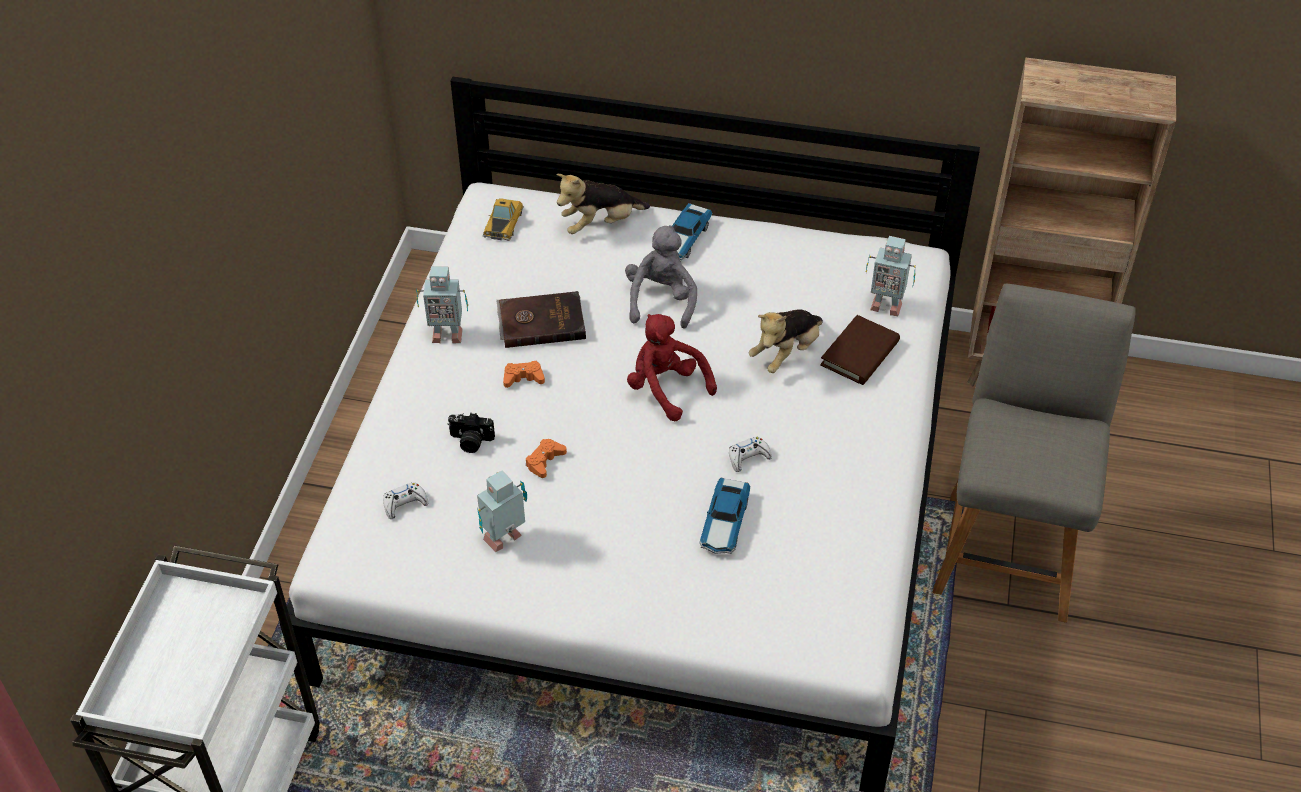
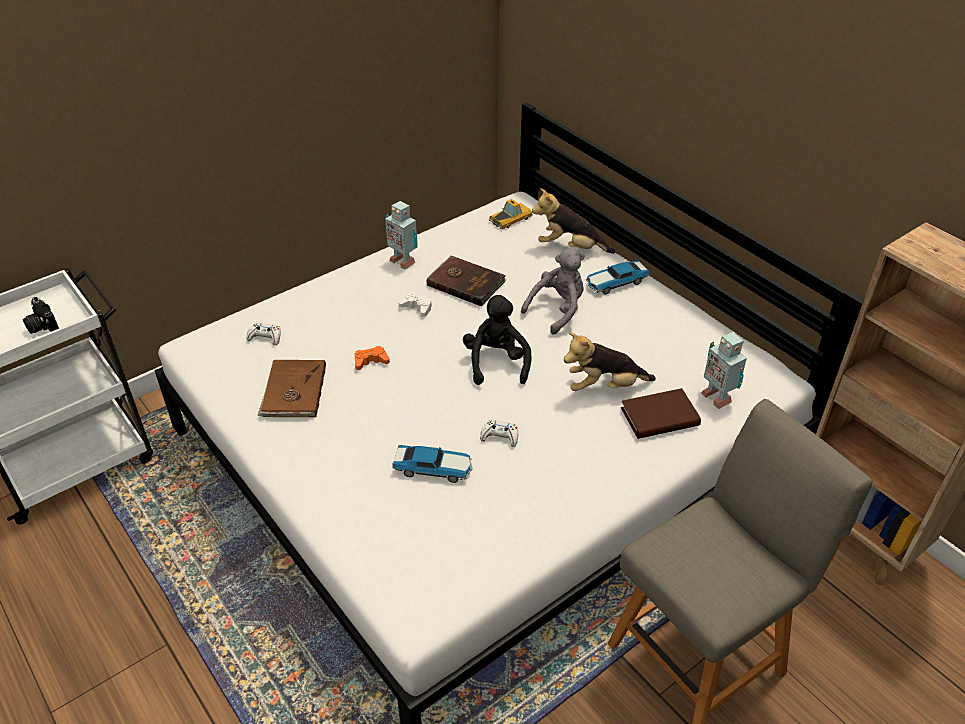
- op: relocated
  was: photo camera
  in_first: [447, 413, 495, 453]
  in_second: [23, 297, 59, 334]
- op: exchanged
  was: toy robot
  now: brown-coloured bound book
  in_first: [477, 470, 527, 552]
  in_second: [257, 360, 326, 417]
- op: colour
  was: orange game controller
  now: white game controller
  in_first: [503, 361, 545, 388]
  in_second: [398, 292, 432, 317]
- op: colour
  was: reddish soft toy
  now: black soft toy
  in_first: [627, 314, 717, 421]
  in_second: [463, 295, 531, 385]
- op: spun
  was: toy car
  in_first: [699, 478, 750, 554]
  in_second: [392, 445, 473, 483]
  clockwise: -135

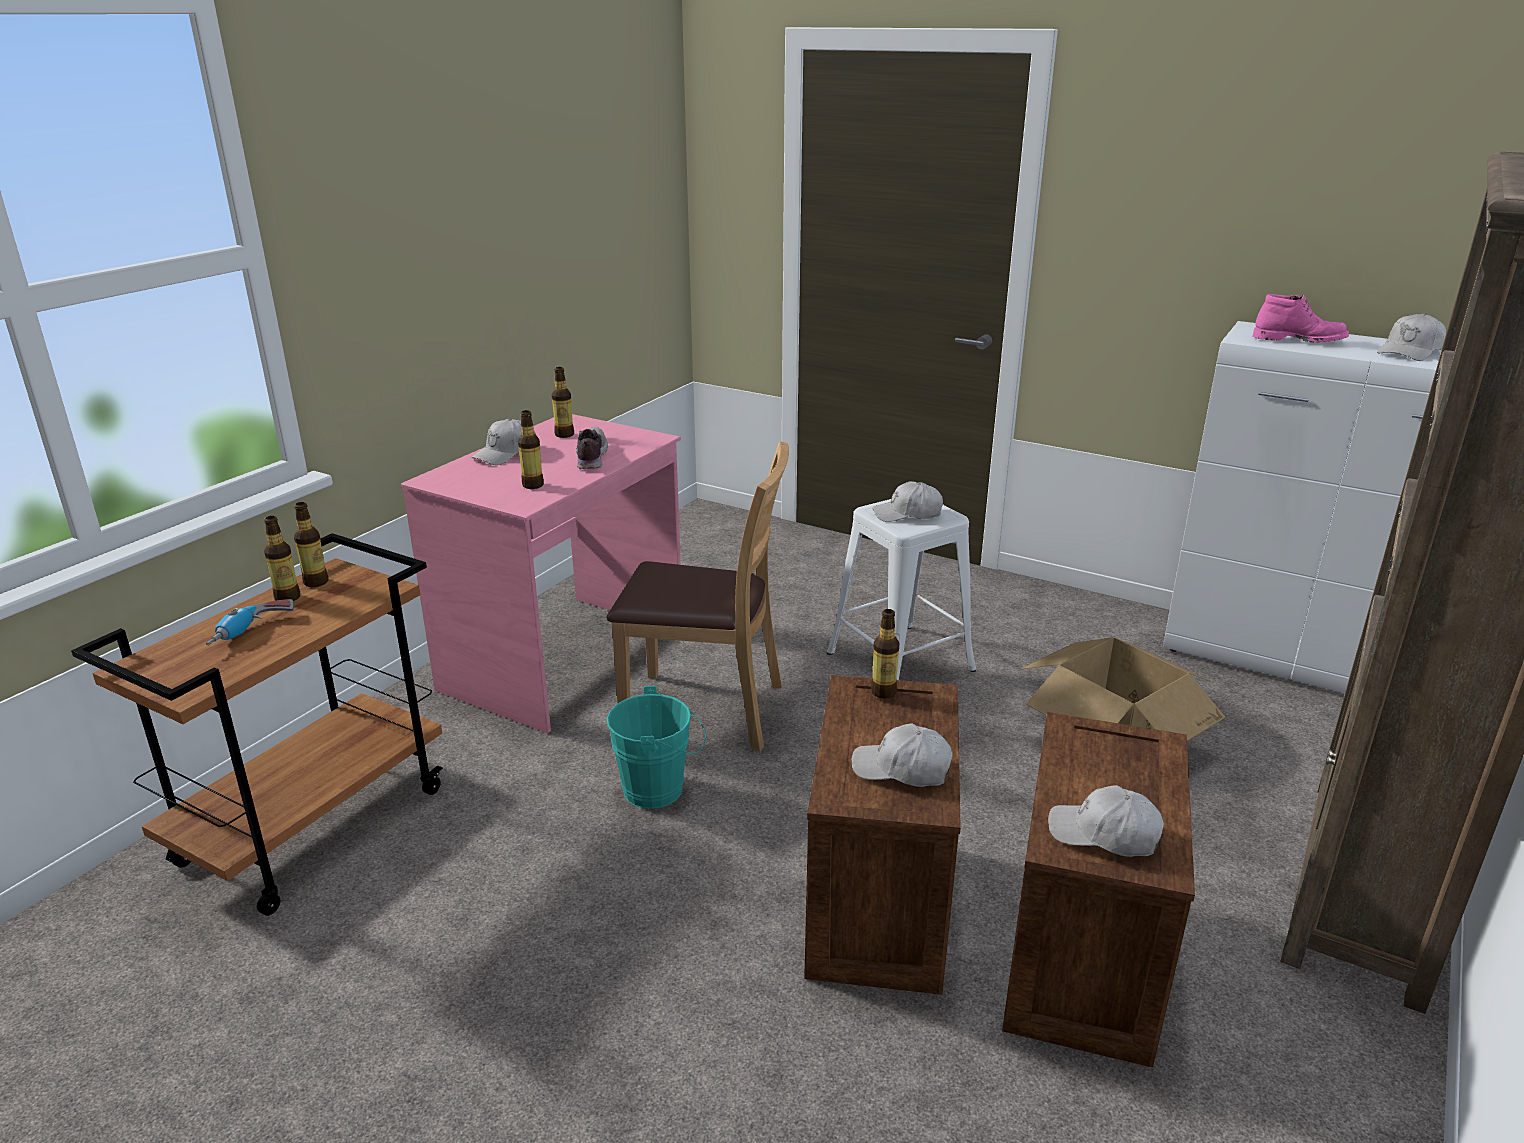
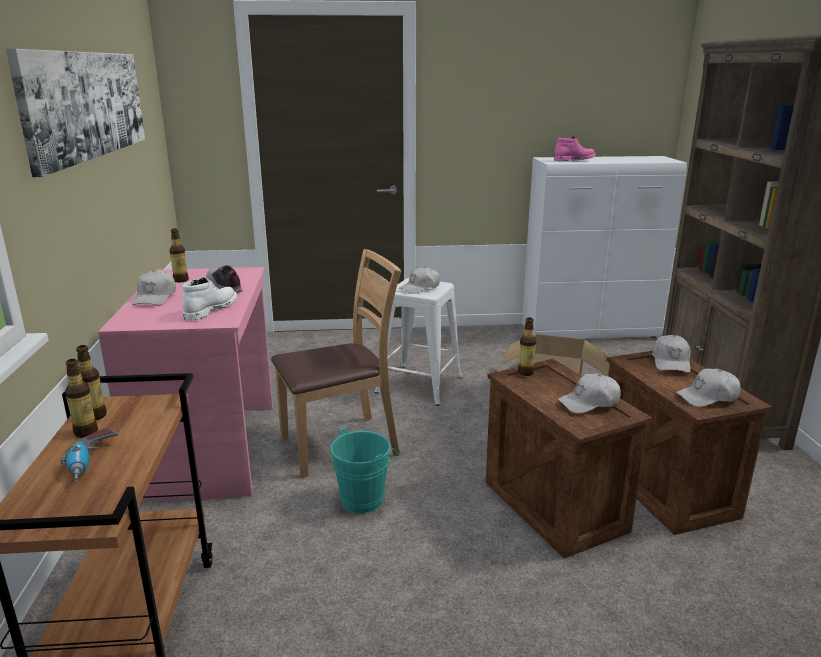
- op: exchanged
  was: beverage bottle
  now: white boot
  in_first: [518, 410, 544, 489]
  in_second: [182, 277, 237, 321]
- op: relocated
  was: white peaked cap
  in_first: [1377, 313, 1446, 361]
  in_second: [652, 335, 691, 373]
- op: appeared
  now: picture
  in_second: [5, 49, 145, 177]

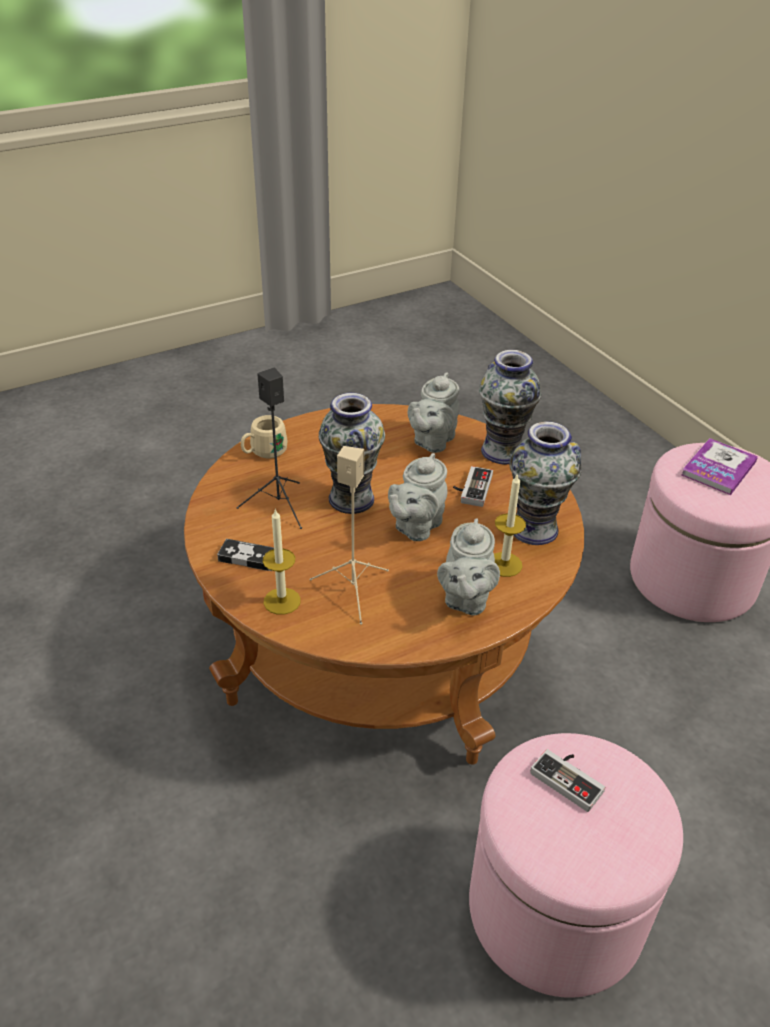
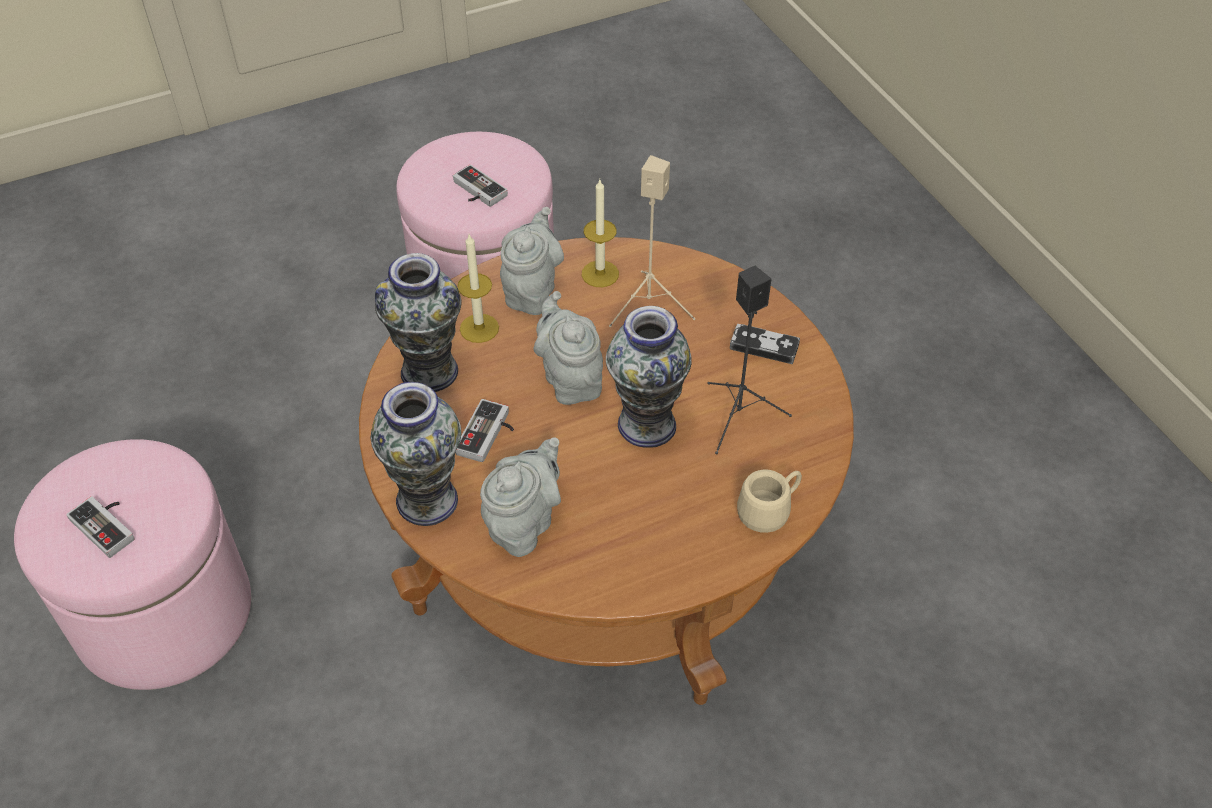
- op: relocated
  was: candle
  in_first: [263, 508, 301, 615]
  in_second: [581, 180, 619, 287]
- op: spun
  was: greyish tea pot
  in_first: [388, 453, 447, 541]
  in_second: [533, 291, 603, 405]
  clockwise: -60
- op: exchanged
  was: bound book
  now: game controller
  in_first: [681, 438, 758, 495]
  in_second: [66, 496, 134, 558]

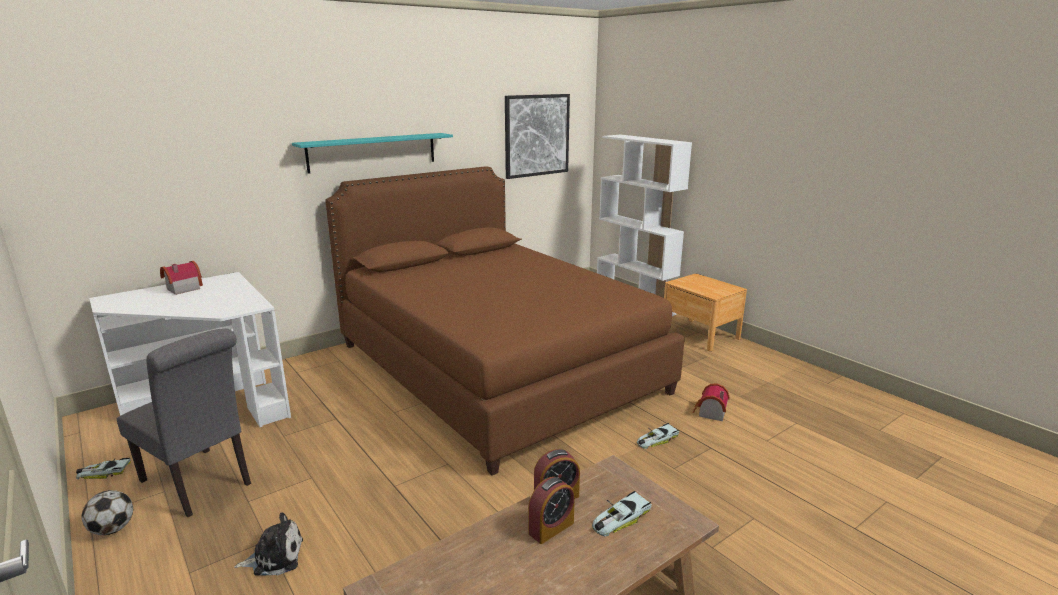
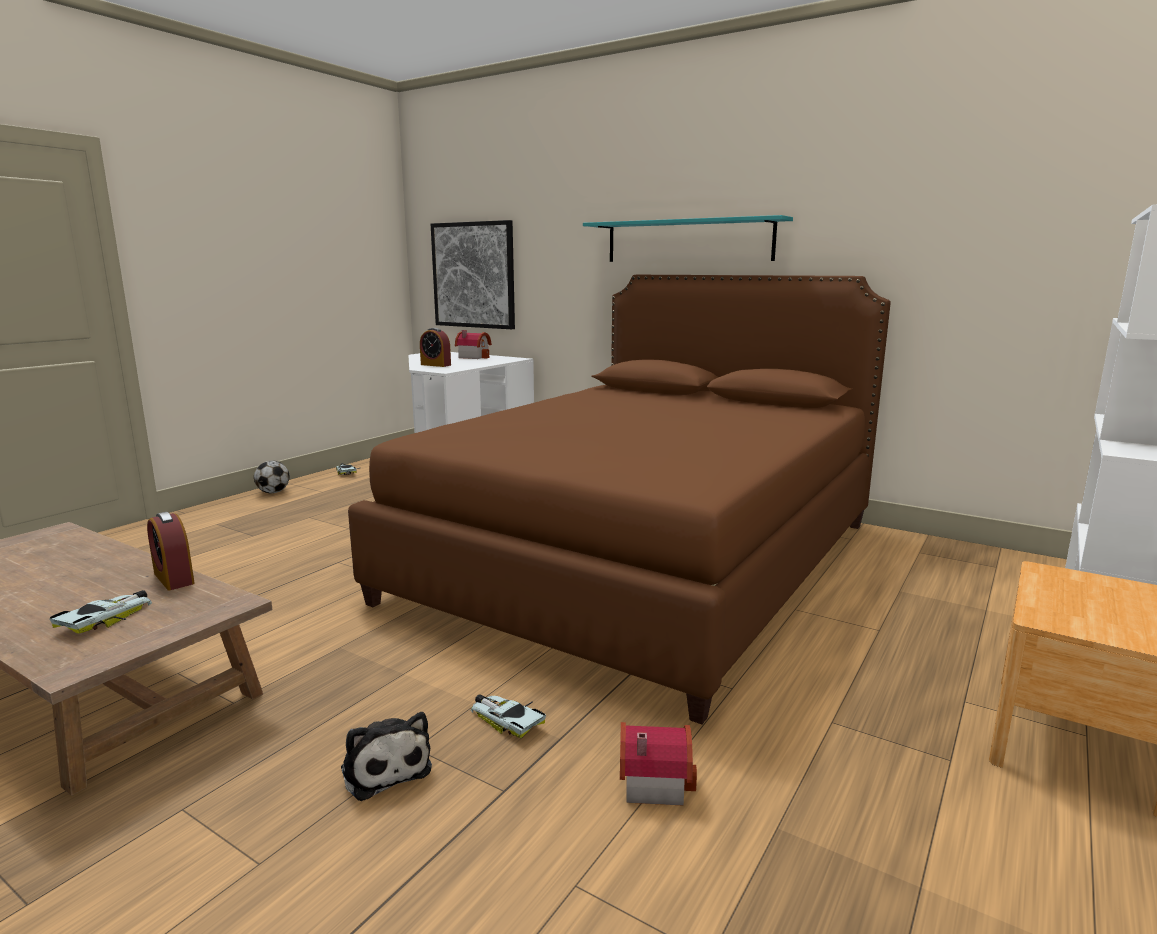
- op: missing
  was: greyish plain chair
  in_first: [117, 328, 251, 517]
- op: relocated
  was: soft toy
  in_first: [234, 512, 303, 576]
  in_second: [341, 712, 432, 801]
- op: relocated
  was: picture
  in_first: [505, 94, 570, 179]
  in_second: [431, 220, 515, 329]
- op: relocated
  was: alarm clock
  in_first: [528, 477, 575, 544]
  in_second: [420, 328, 451, 367]
- op: spun
  was: toy car
  in_first: [592, 491, 652, 536]
  in_second: [49, 590, 152, 634]
  clockwise: 75

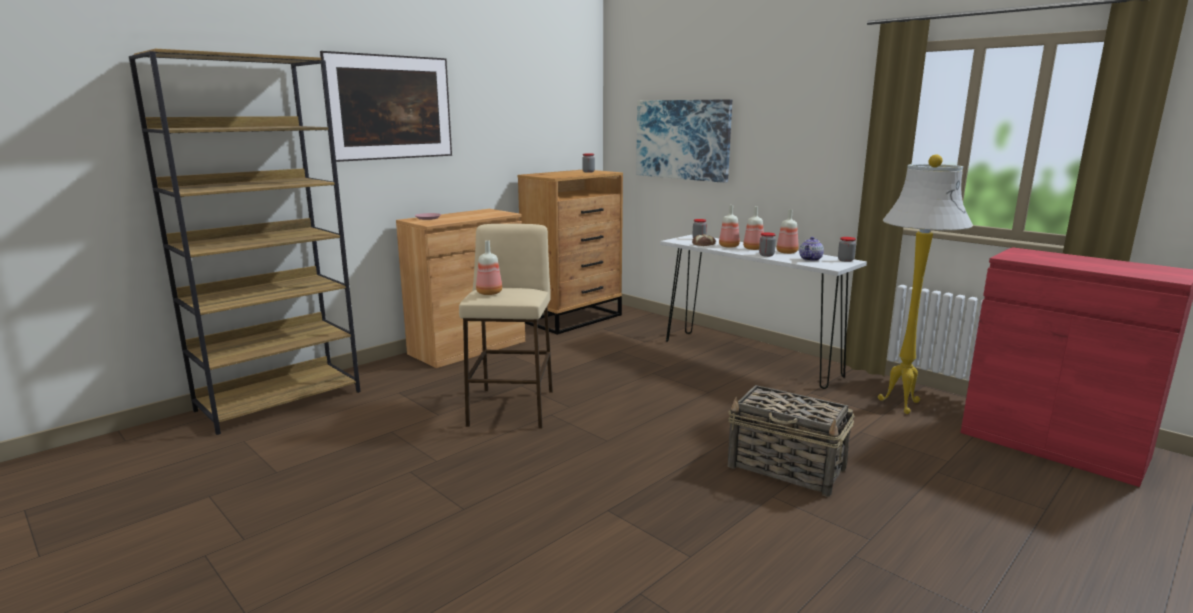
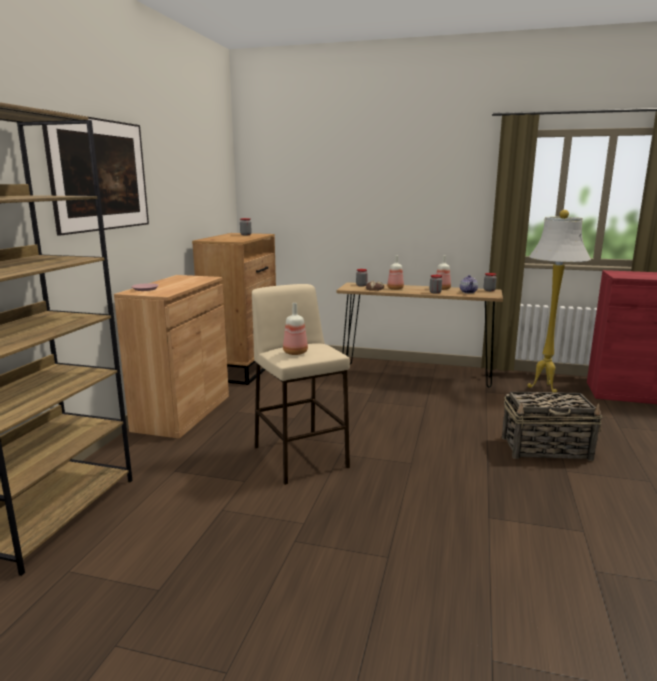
- op: missing
  was: picture
  in_first: [636, 99, 732, 183]
- op: colour
  was: white console table
  now: brown-coloured console table
  in_first: [660, 234, 867, 389]
  in_second: [336, 282, 503, 387]
- op: missing
  was: beverage bottle
  in_first: [743, 206, 764, 250]

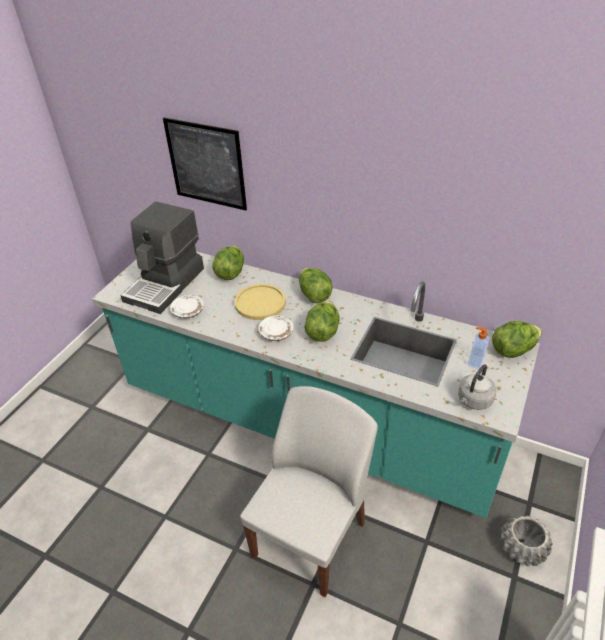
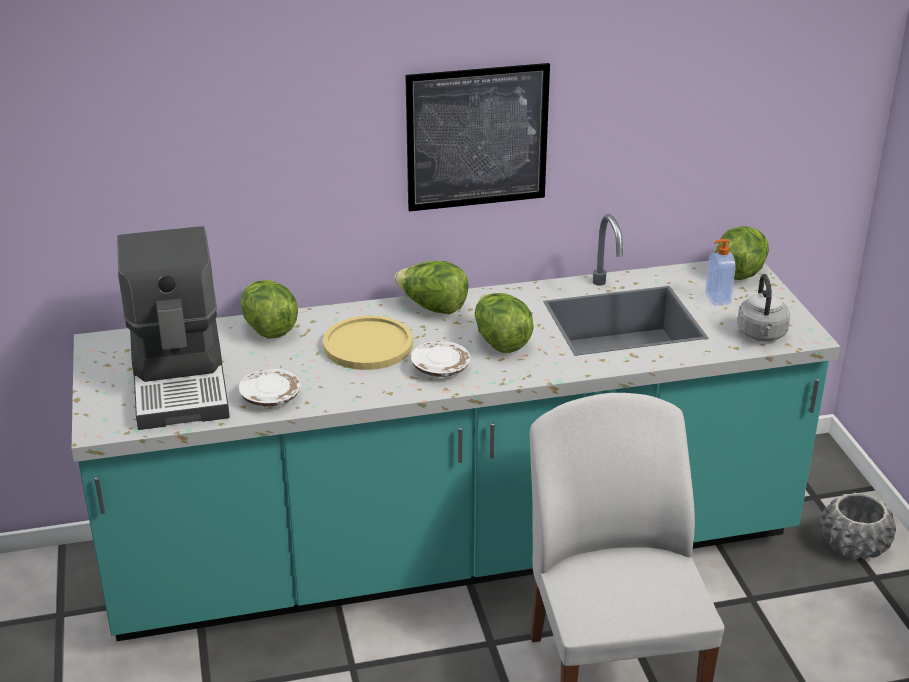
- op: relocated
  was: picture
  in_first: [163, 117, 247, 210]
  in_second: [405, 63, 550, 212]

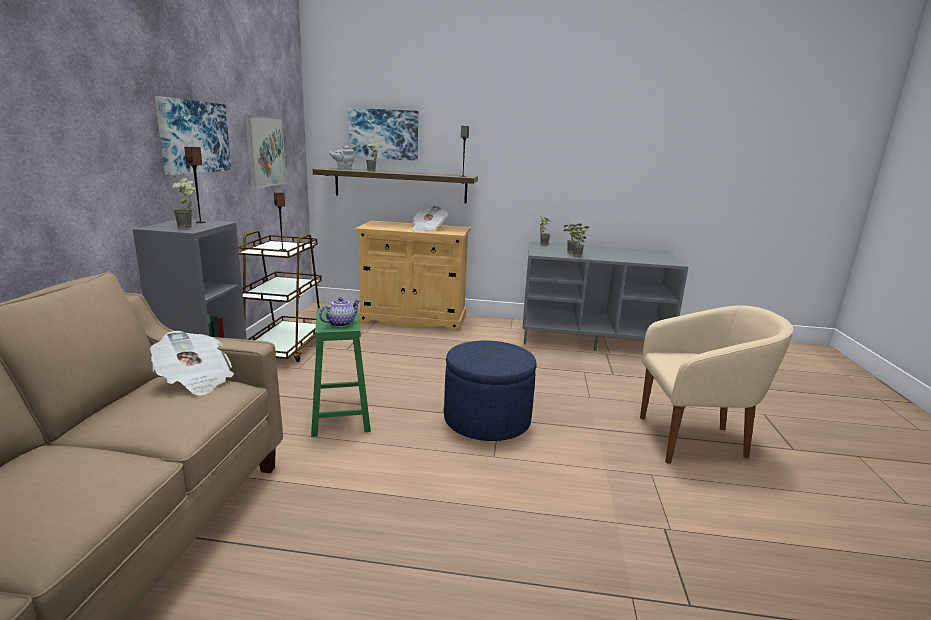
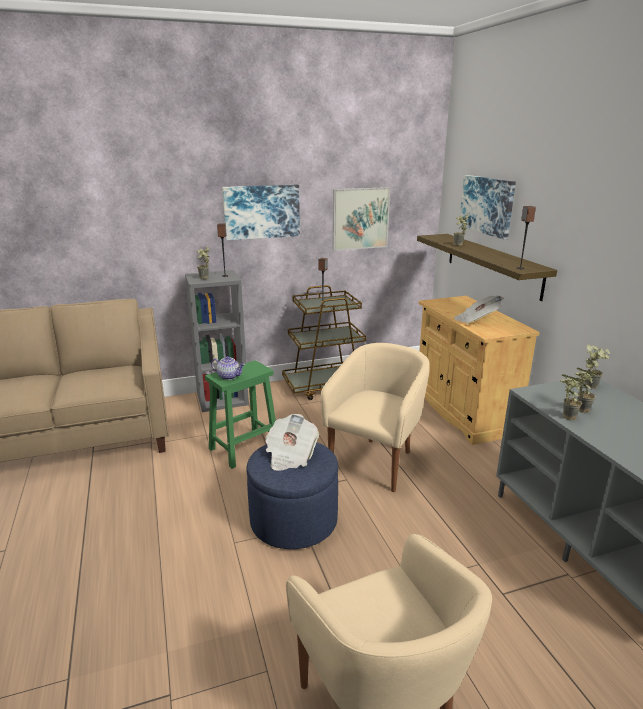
- op: relocated
  was: daily paper
  in_first: [150, 331, 234, 395]
  in_second: [265, 414, 319, 471]
- op: missing
  was: greyish tea pot
  in_first: [329, 146, 354, 170]
- op: appeared
  now: sand-coloured armchair
  in_second: [320, 343, 430, 492]

